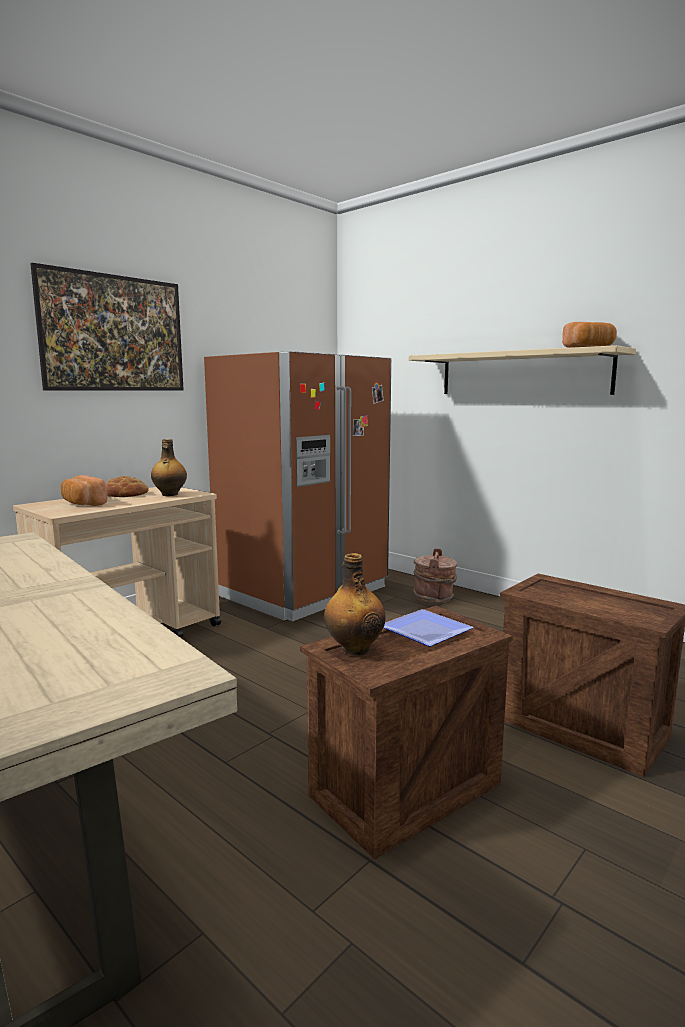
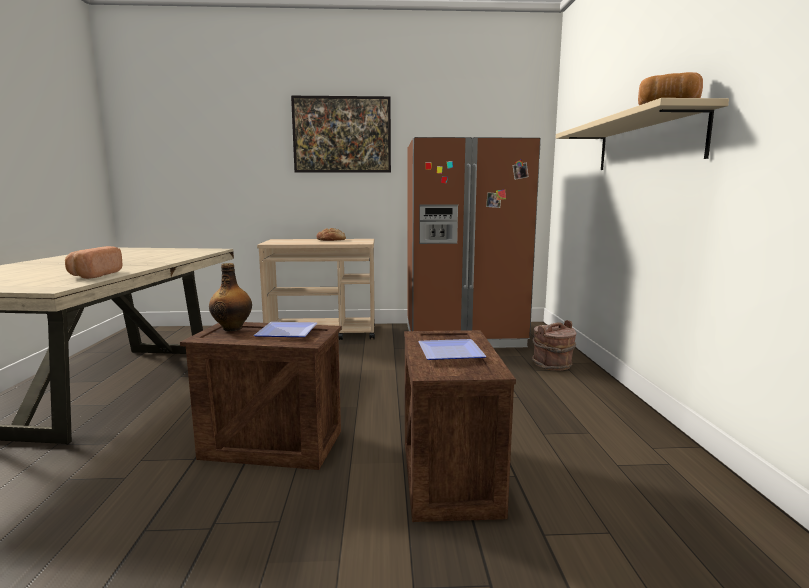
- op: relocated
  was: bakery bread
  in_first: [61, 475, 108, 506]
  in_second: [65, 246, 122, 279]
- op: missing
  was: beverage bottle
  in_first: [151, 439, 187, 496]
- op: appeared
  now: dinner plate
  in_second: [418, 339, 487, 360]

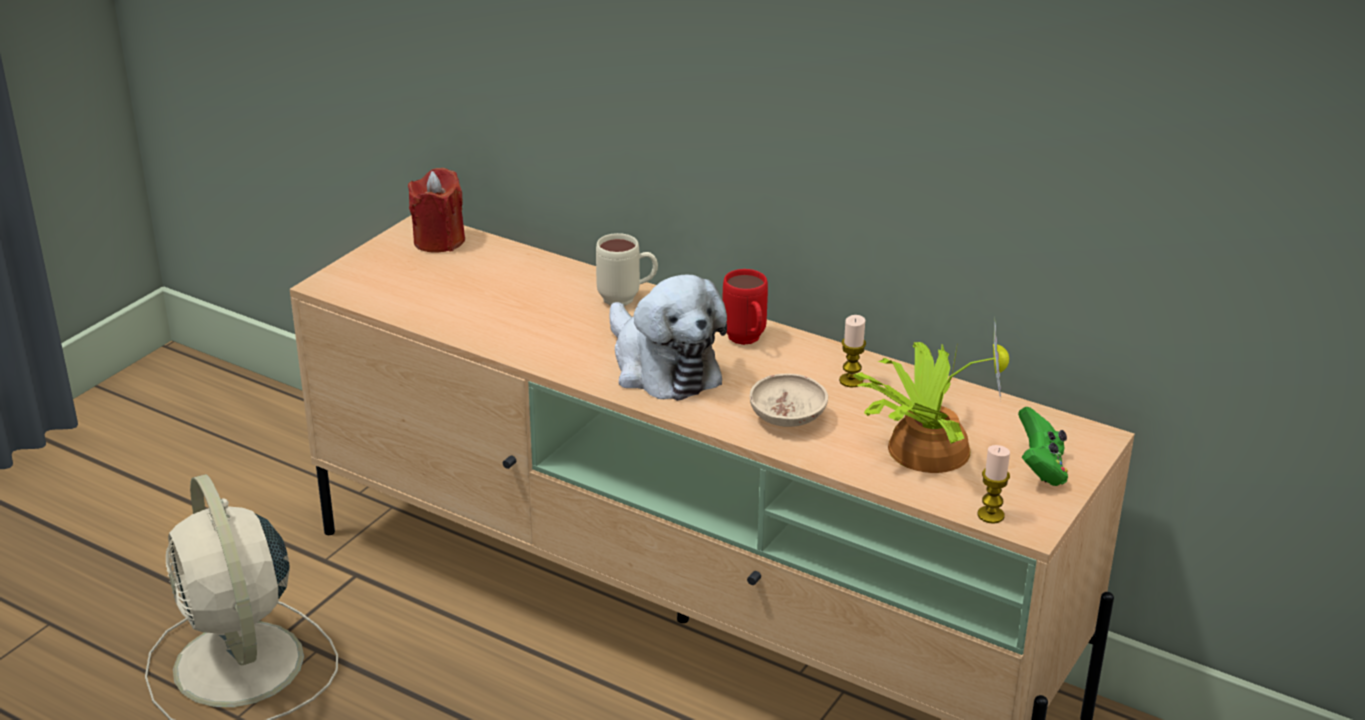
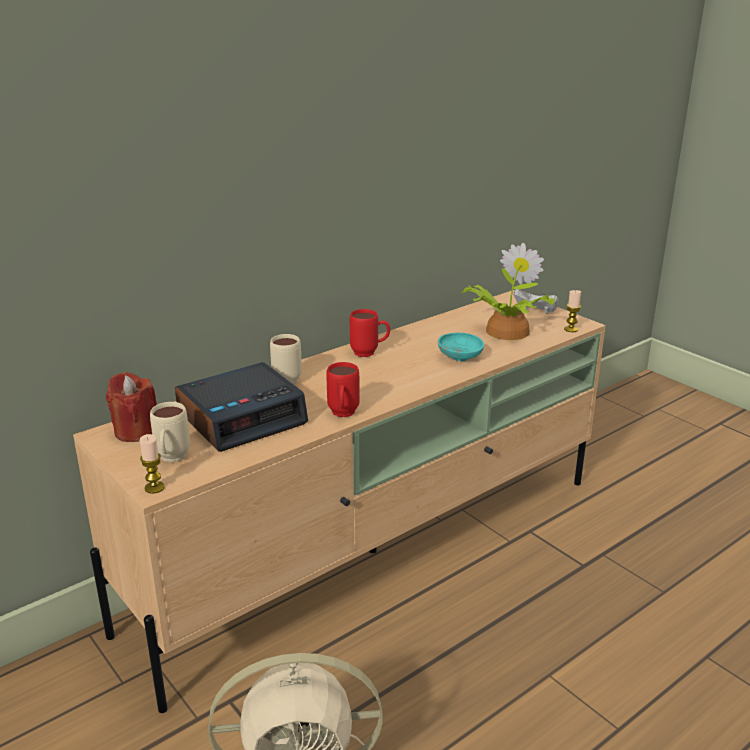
- op: missing
  was: soft toy
  in_first: [609, 275, 727, 401]
- op: colour
  was: sand-coloured serving bowl
  now: turquoise-coloured serving bowl
  in_first: [750, 374, 828, 427]
  in_second: [438, 333, 484, 361]
- op: relocated
  was: candle
  in_first: [839, 315, 866, 388]
  in_second: [140, 434, 165, 494]
- op: colour
  was: greenish game controller
  now: white game controller
  in_first: [1018, 407, 1068, 486]
  in_second: [513, 289, 558, 314]
- op: appeared
  now: sand-coloured coffee mug
  in_second: [150, 402, 190, 462]
- op: appeared
  now: alarm clock
  in_second: [175, 362, 308, 452]
- op: appeared
  now: reddish coffee mug
  in_second: [327, 362, 360, 417]

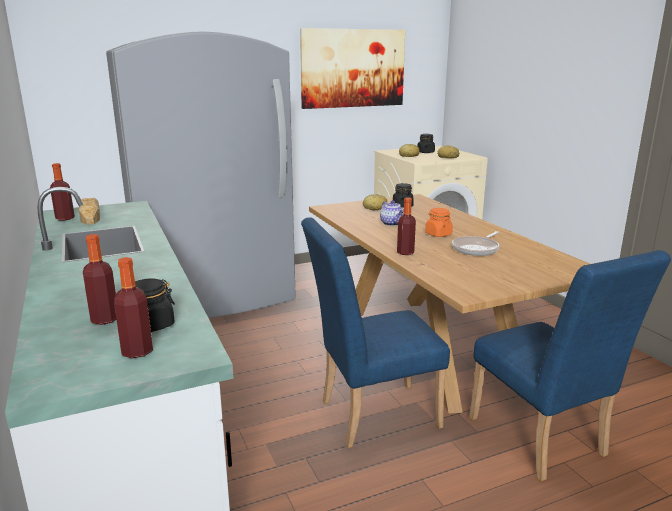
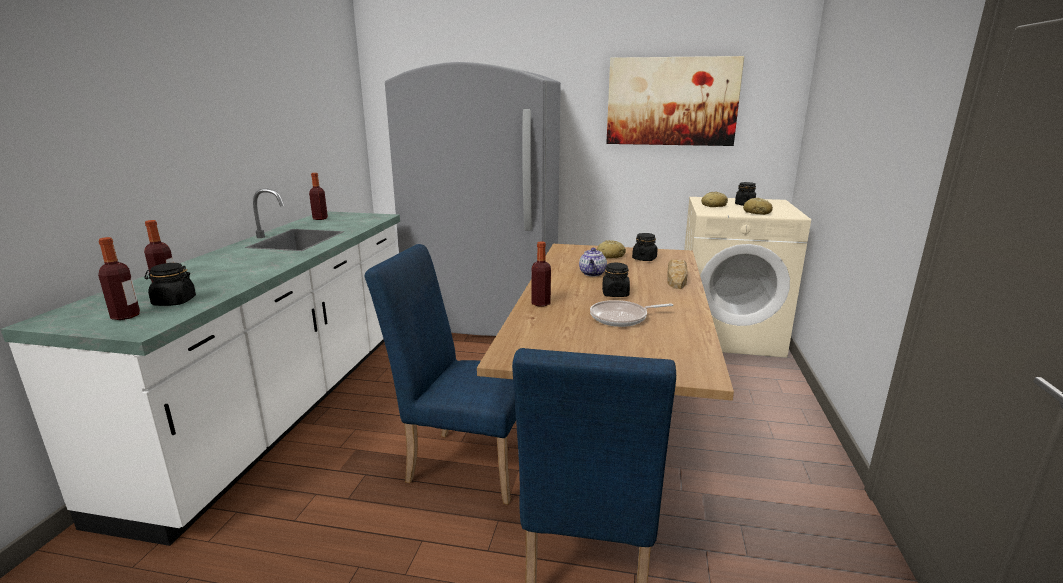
- op: relocated
  was: bakery bread
  in_first: [79, 198, 100, 225]
  in_second: [667, 259, 688, 289]
- op: colour
  was: orange preserve jar
  now: black preserve jar
  in_first: [425, 208, 453, 237]
  in_second: [602, 263, 630, 297]

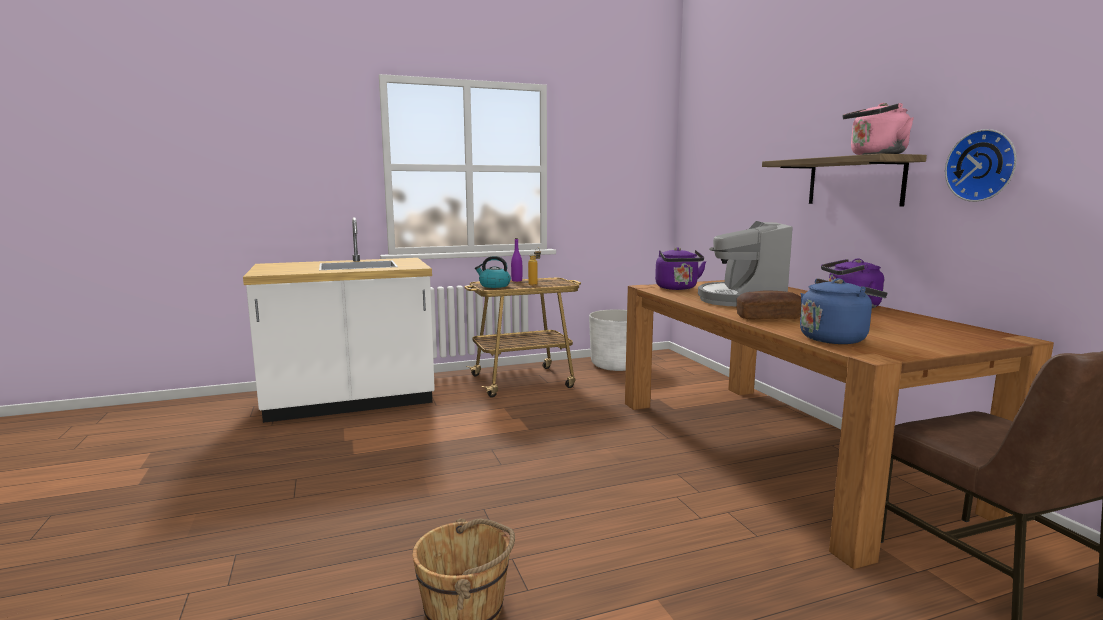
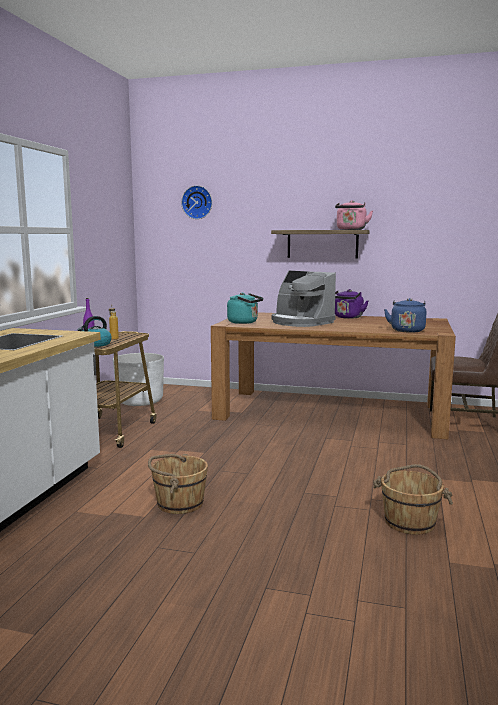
- op: colour
  was: purple tea kettle
  now: turquoise-coloured tea kettle
  in_first: [655, 247, 706, 290]
  in_second: [227, 293, 263, 324]
- op: missing
  was: bakery bread
  in_first: [737, 290, 801, 320]
- op: relocated
  was: clock on the wall
  in_first: [945, 129, 1017, 202]
  in_second: [181, 185, 212, 219]
- op: appeared
  now: brown-coloured pail
  in_second: [148, 454, 208, 514]

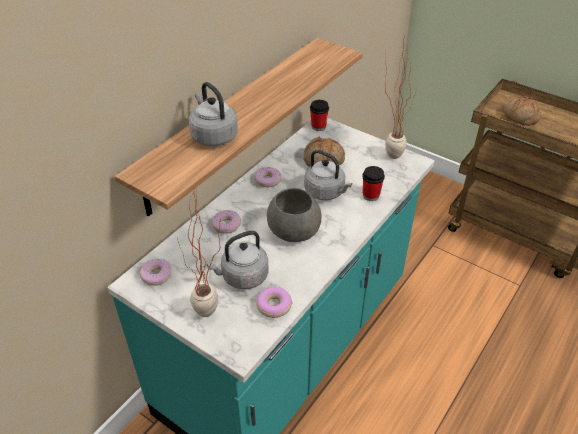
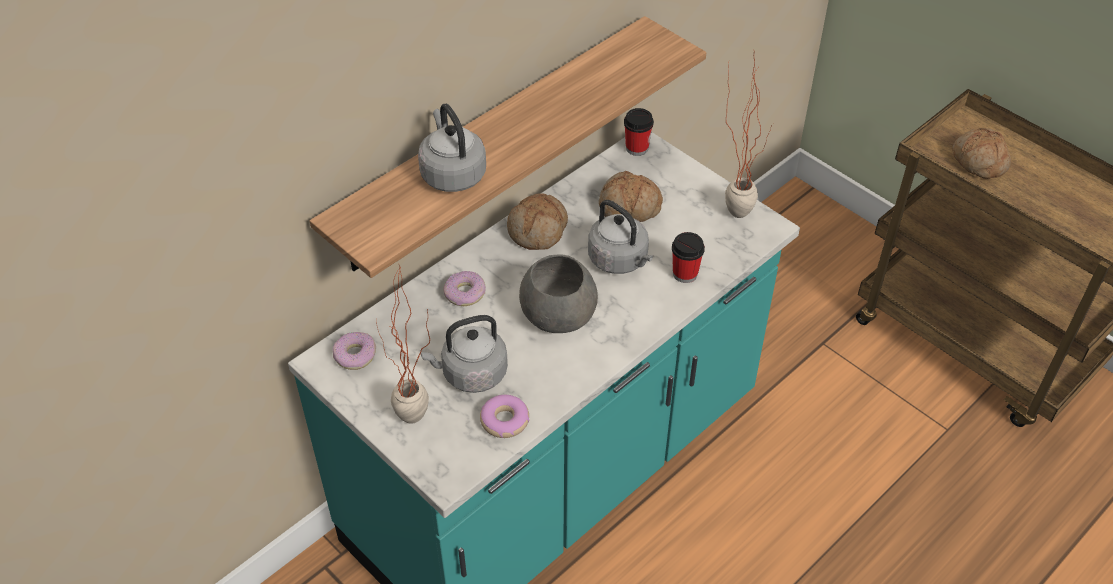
- op: exchanged
  was: donut
  now: bakery bread
  in_first: [254, 167, 281, 188]
  in_second: [507, 193, 568, 250]

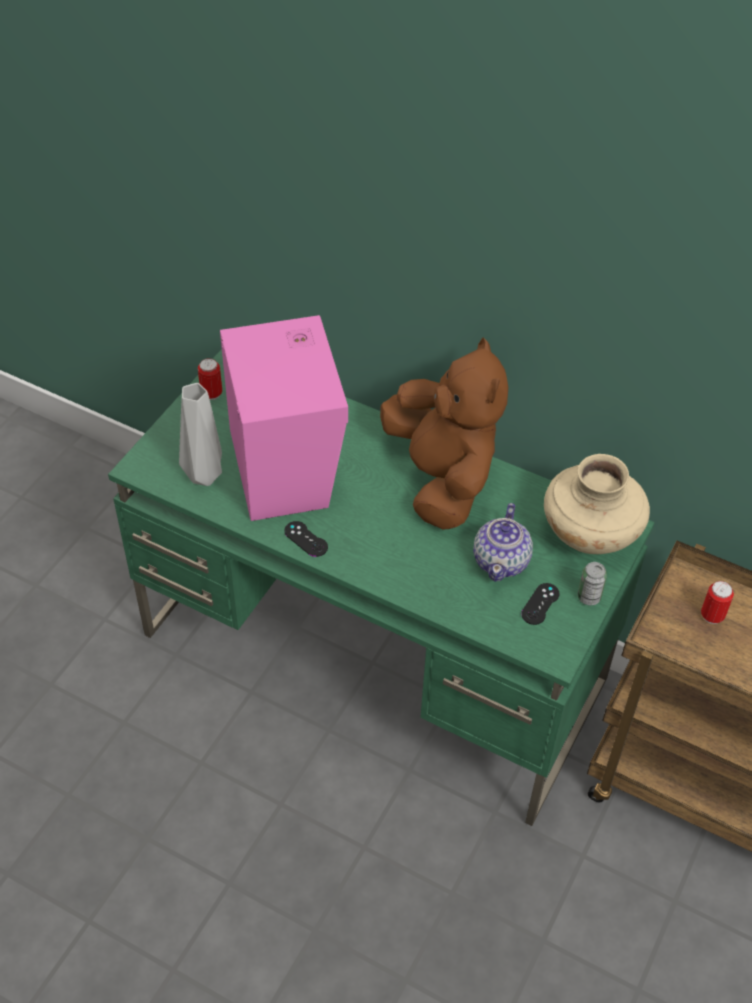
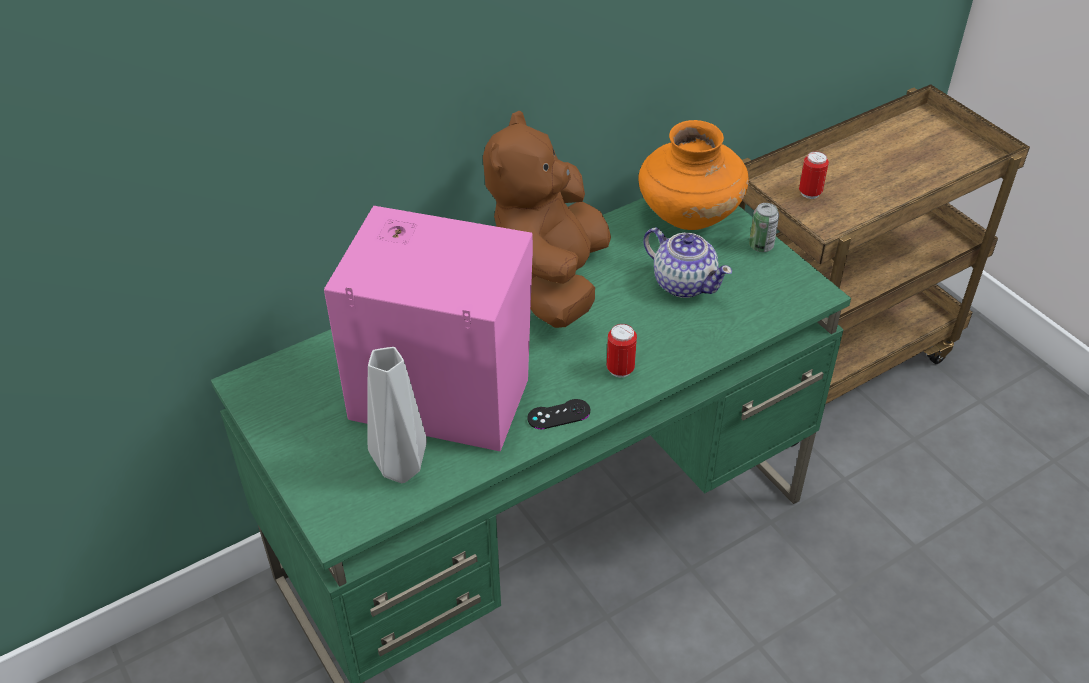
- op: relocated
  was: can
  in_first: [198, 358, 222, 400]
  in_second: [607, 324, 637, 378]
- op: spun
  was: brown-coloured soft toy
  in_first: [380, 337, 508, 529]
  in_second: [483, 111, 611, 328]
  clockwise: -90
- op: missing
  was: black game controller
  in_first: [521, 583, 559, 625]
- op: colour
  was: sand-coloured decorative vase
  now: orange decorative vase
  in_first: [544, 454, 650, 554]
  in_second: [639, 120, 749, 230]

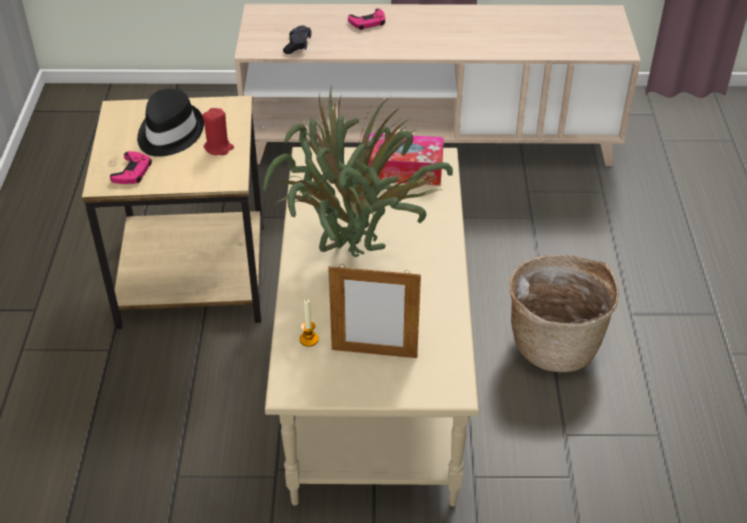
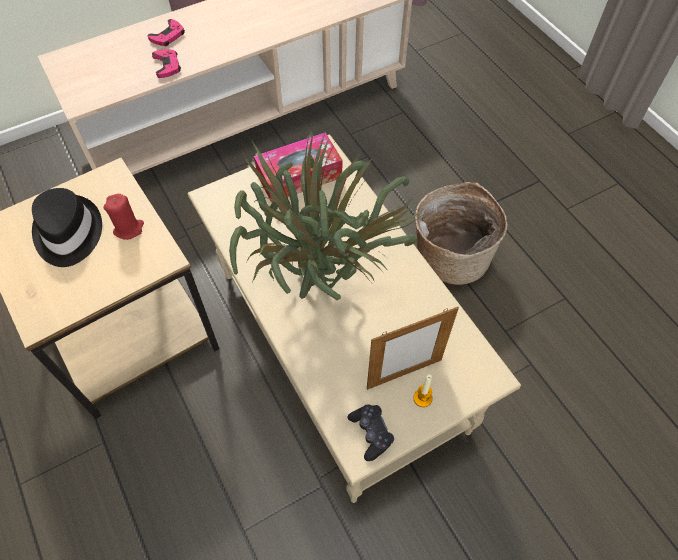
- op: relocated
  was: pink-coloured game controller
  in_first: [110, 151, 152, 184]
  in_second: [152, 50, 181, 78]
- op: relocated
  was: black game controller
  in_first: [283, 25, 311, 54]
  in_second: [348, 404, 394, 461]
- op: relocated
  was: candle
  in_first: [300, 299, 319, 347]
  in_second: [413, 375, 432, 407]

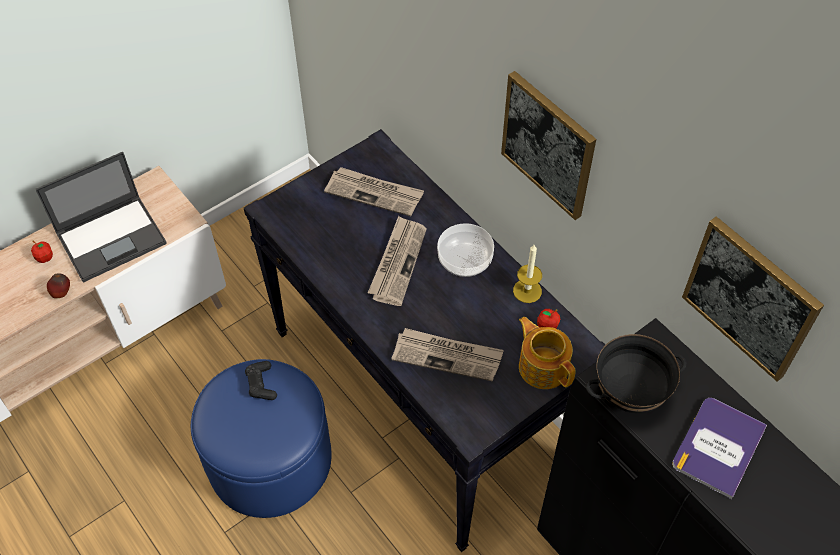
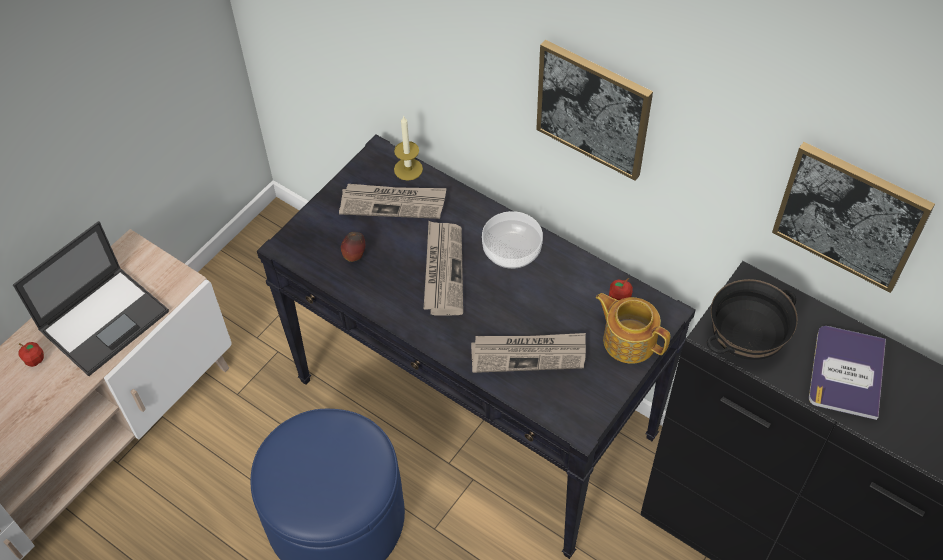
- op: relocated
  was: apple
  in_first: [47, 273, 70, 298]
  in_second: [341, 232, 365, 262]
- op: missing
  was: black game controller
  in_first: [245, 361, 277, 400]
- op: relocated
  was: candle
  in_first: [513, 245, 542, 303]
  in_second: [394, 115, 423, 181]

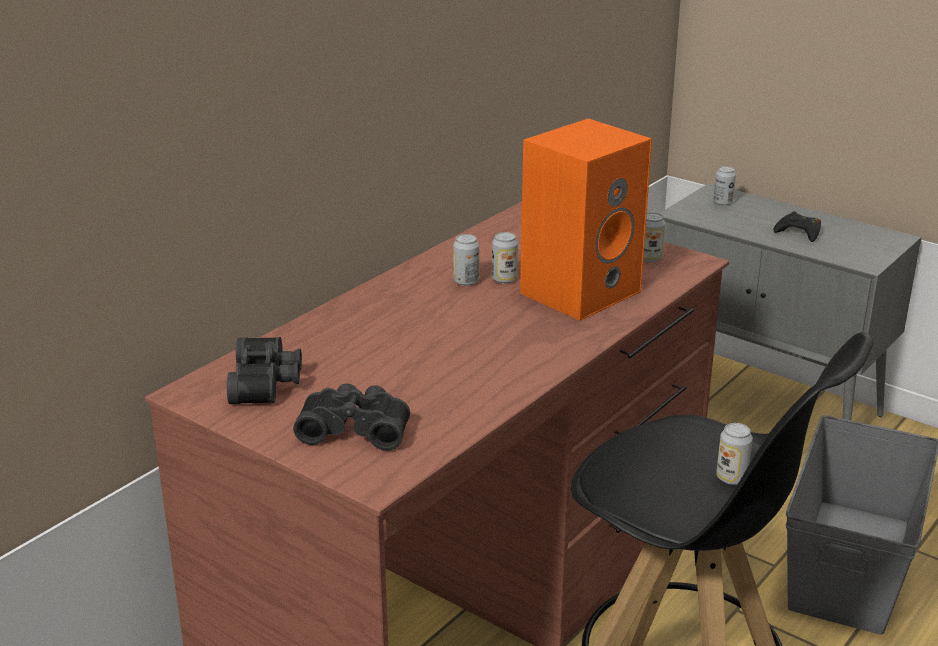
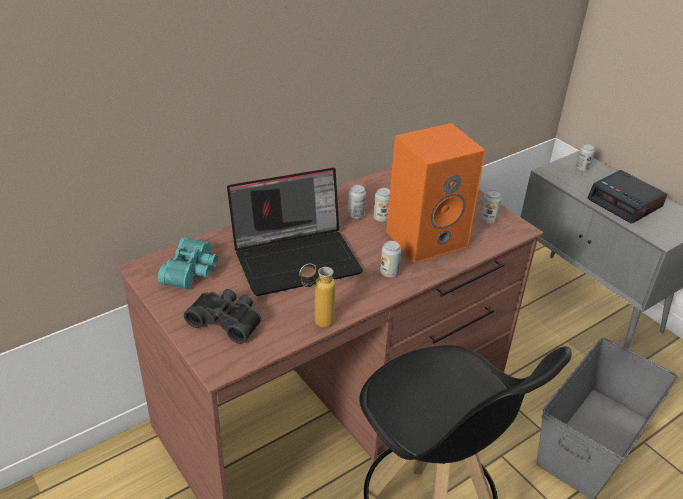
- op: colour
  was: black field glasses
  now: turquoise-coloured field glasses
  in_first: [227, 337, 302, 404]
  in_second: [158, 237, 218, 289]
- op: relocated
  was: can
  in_first: [716, 423, 753, 485]
  in_second: [380, 241, 401, 278]
- op: exchanged
  was: black game controller
  now: alarm clock
  in_first: [774, 212, 821, 242]
  in_second: [587, 170, 667, 224]
- op: appeared
  now: laptop
  in_second: [227, 168, 363, 296]
- op: appeared
  now: beverage bottle
  in_second: [299, 264, 336, 327]

